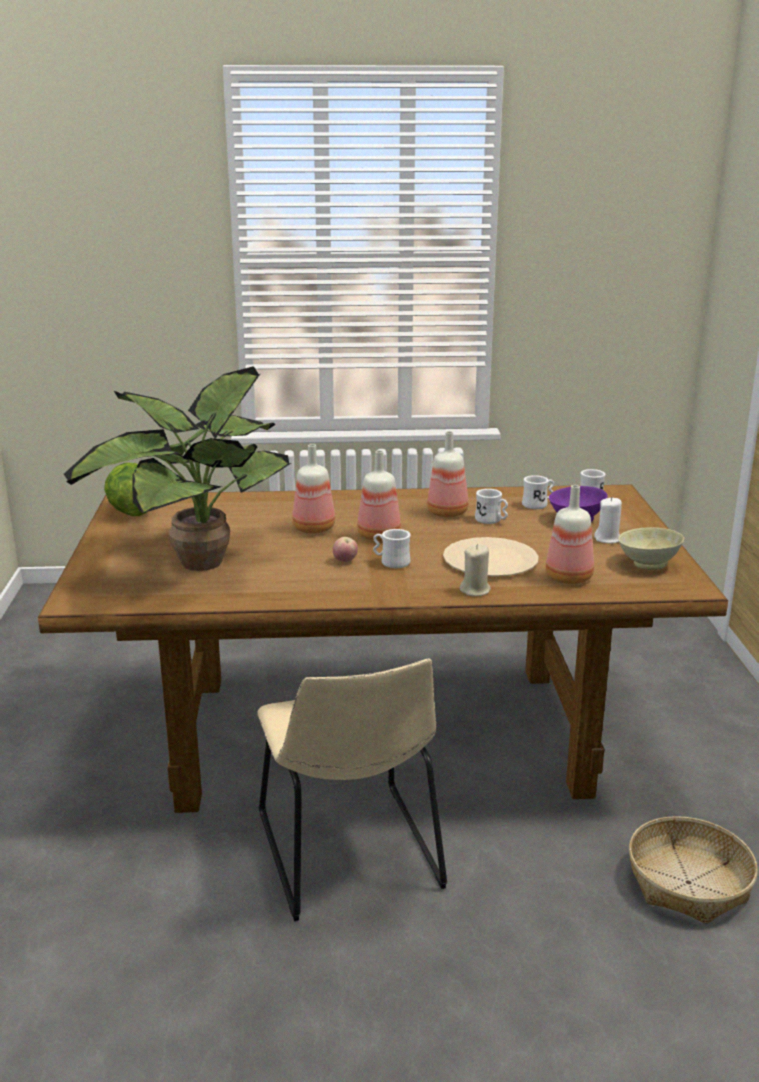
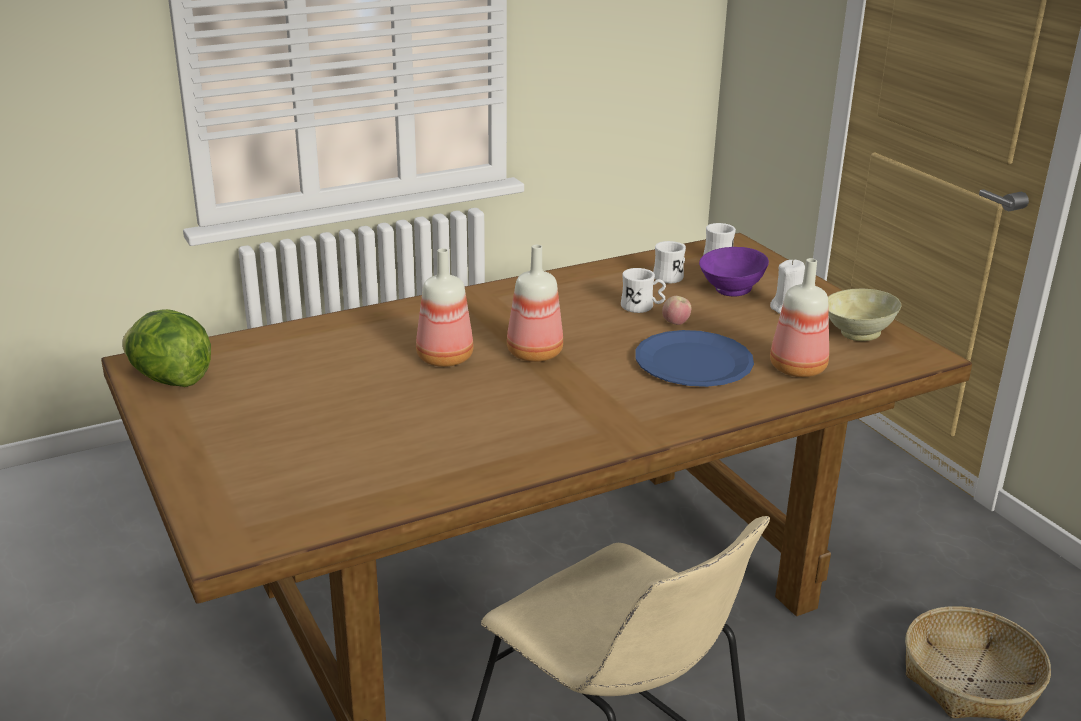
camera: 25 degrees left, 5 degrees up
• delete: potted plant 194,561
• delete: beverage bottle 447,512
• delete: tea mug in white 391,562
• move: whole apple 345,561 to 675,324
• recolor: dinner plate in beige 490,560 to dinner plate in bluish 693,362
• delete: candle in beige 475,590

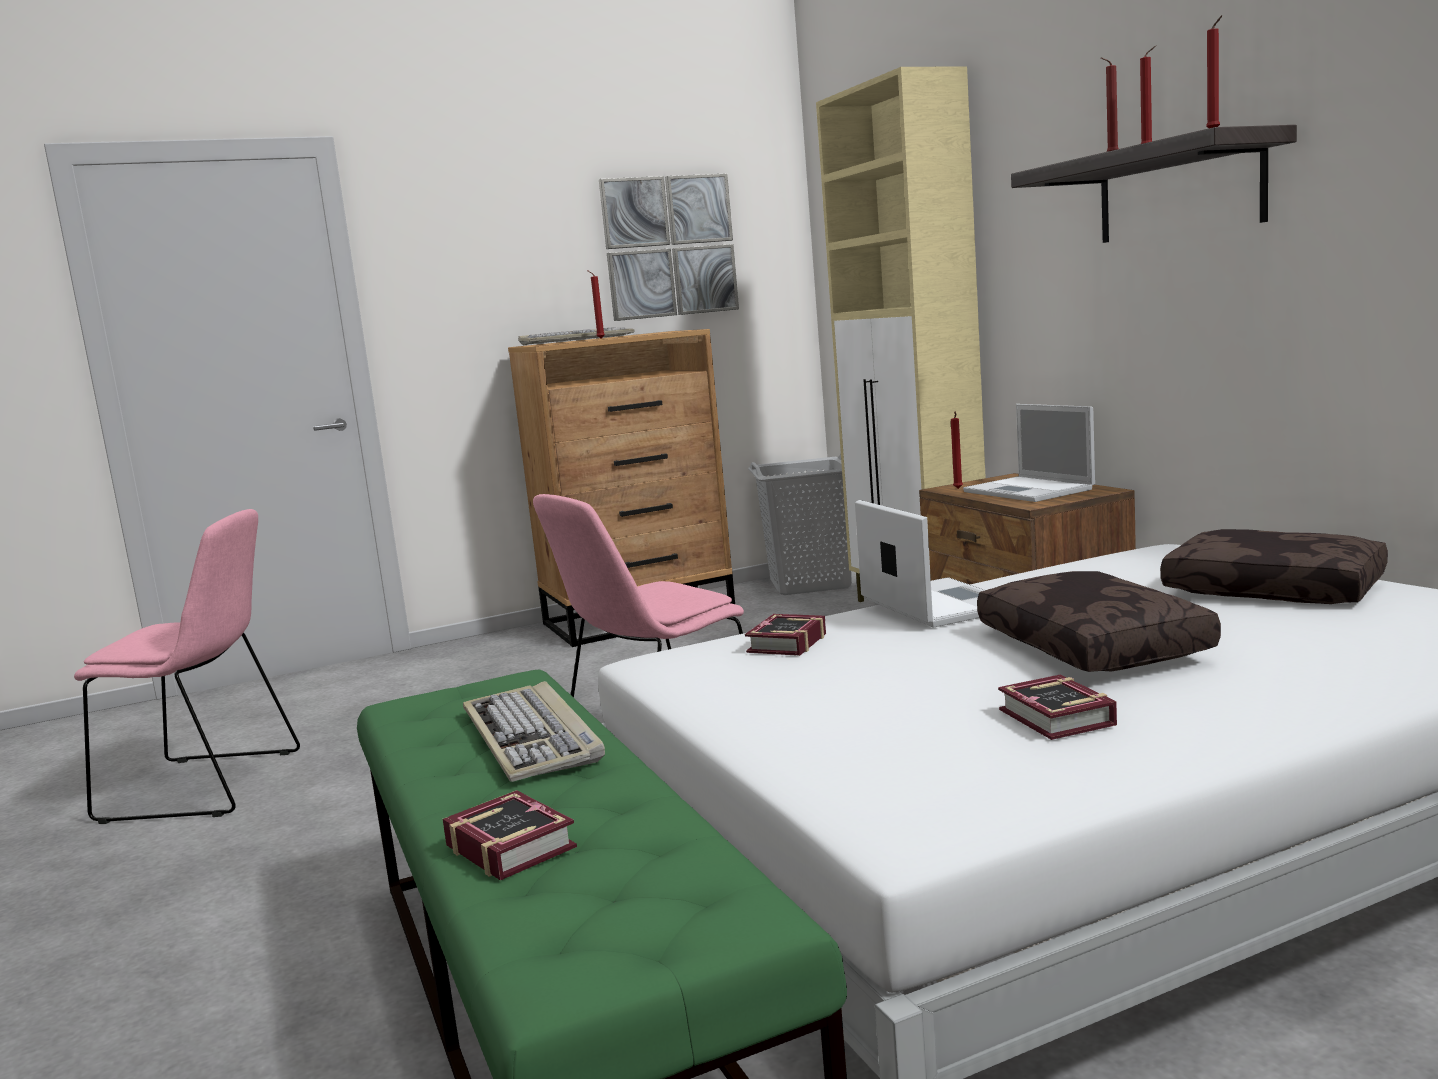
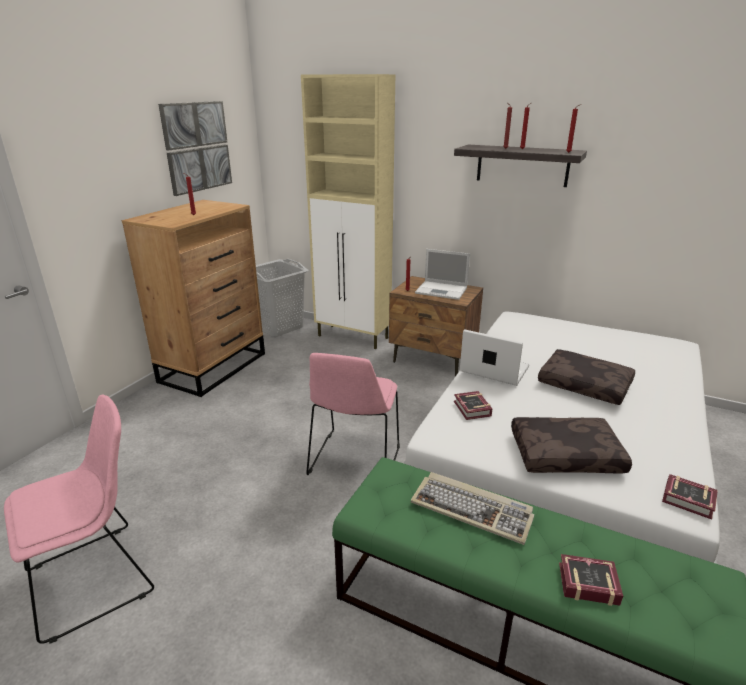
camera: 40 degrees left, 15 degrees up
• delete: PC keyboard 576,340
• move: pillow in brown-coloured 1275,589 to 565,454
• move: volume 1056,719 to 690,502

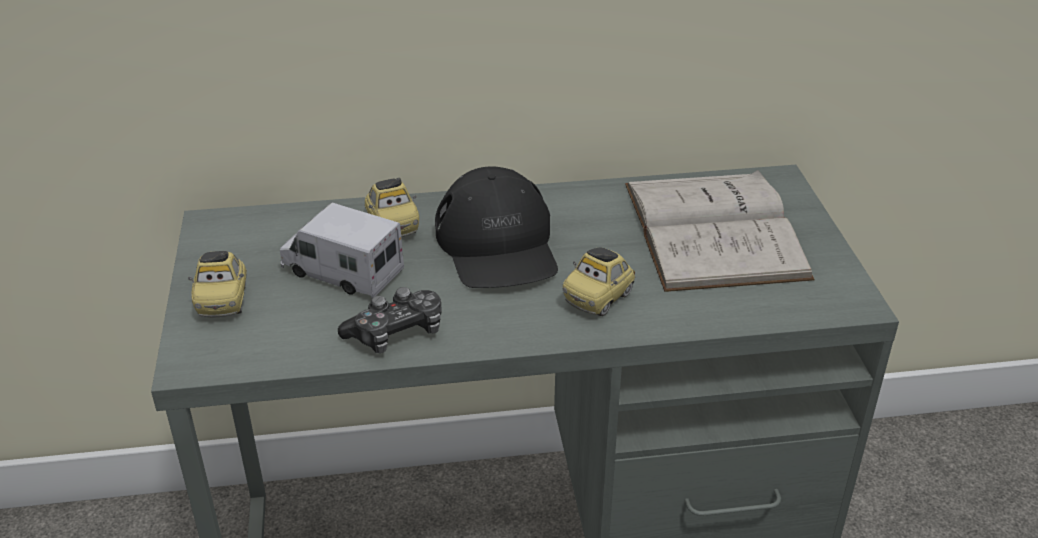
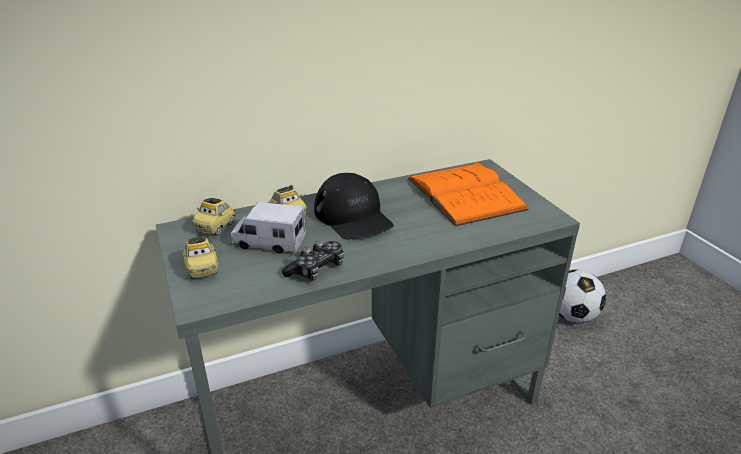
camera: 15 degrees left, 5 degrees down
• recolor: volume in white 714,230 to volume in orangey 465,193
• move: model car 599,298 to 216,227
• insert: football 572,316

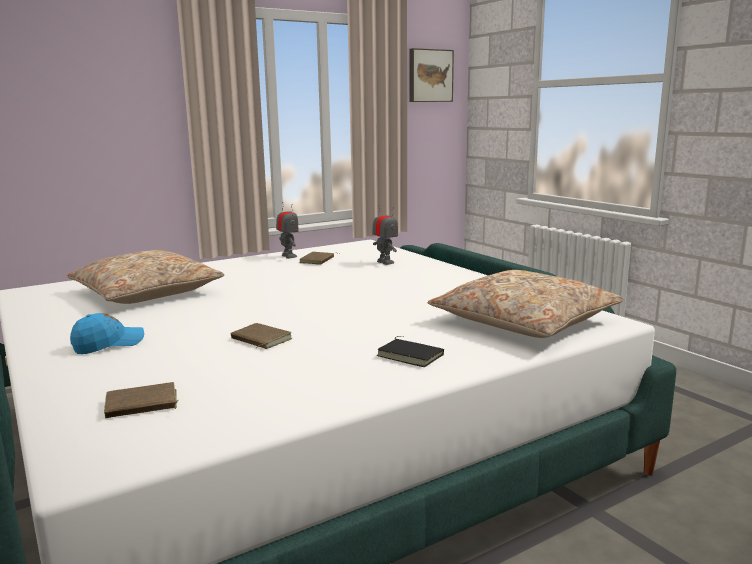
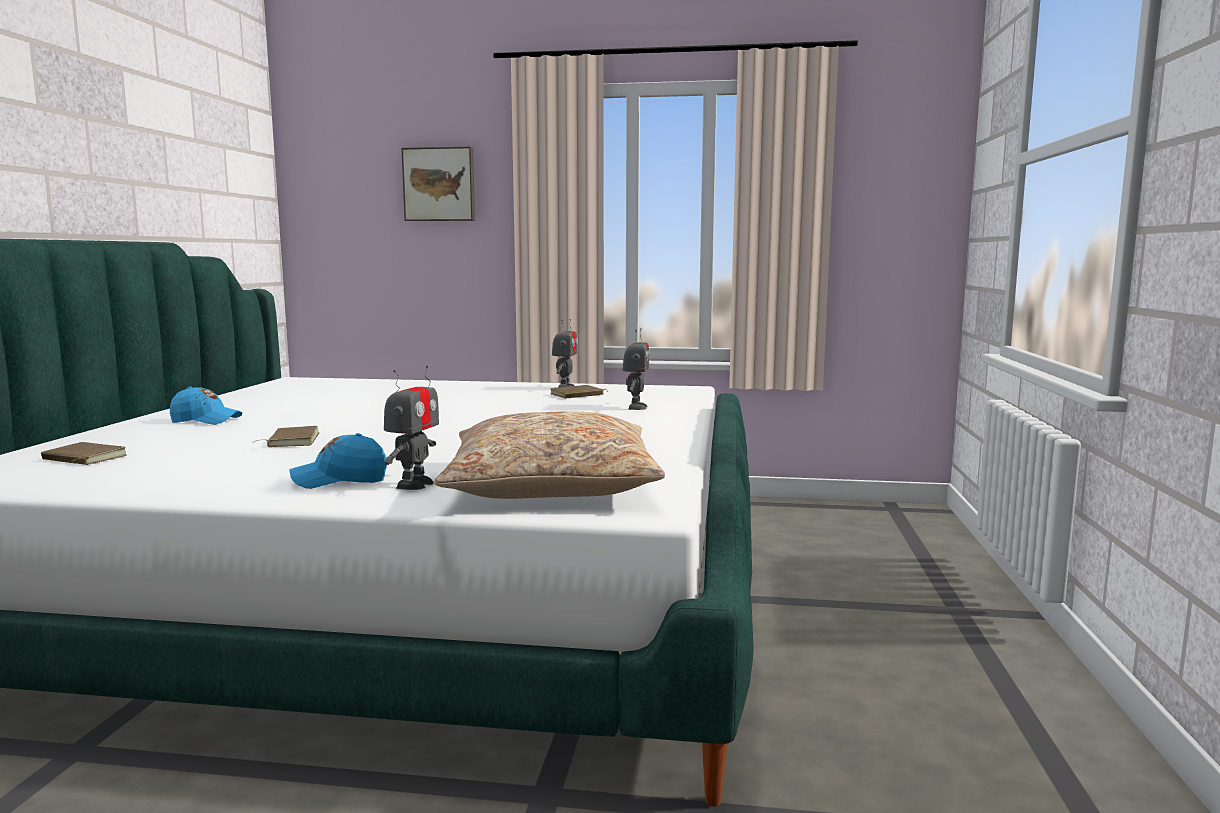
camera: 40 degrees right, 5 degrees down
• move: wall picture 429,76 to 440,184
• delete: pillow in beige 146,293
• replace: volume in black-coloured 411,355 to cap in bluish 339,480
• insert: model robot 414,484

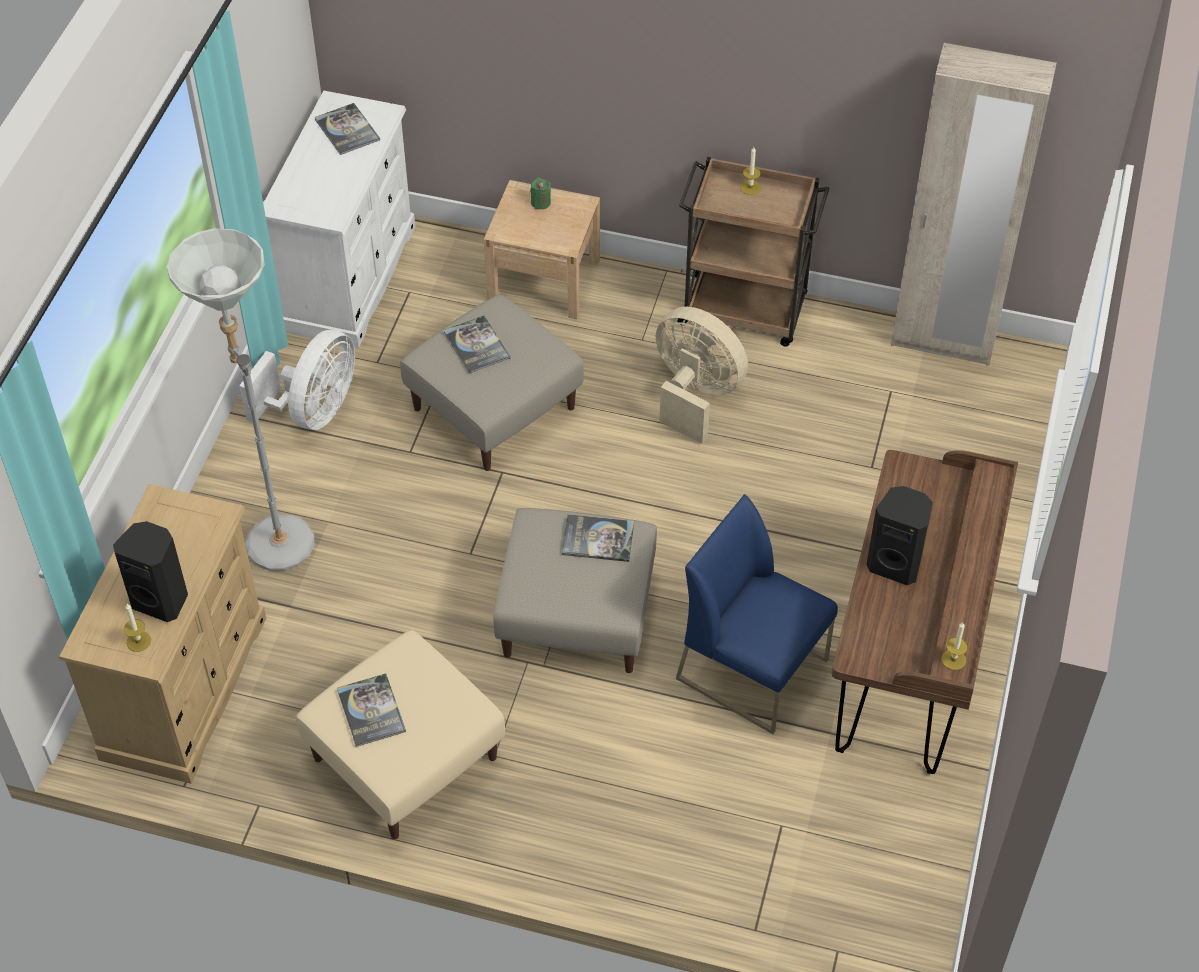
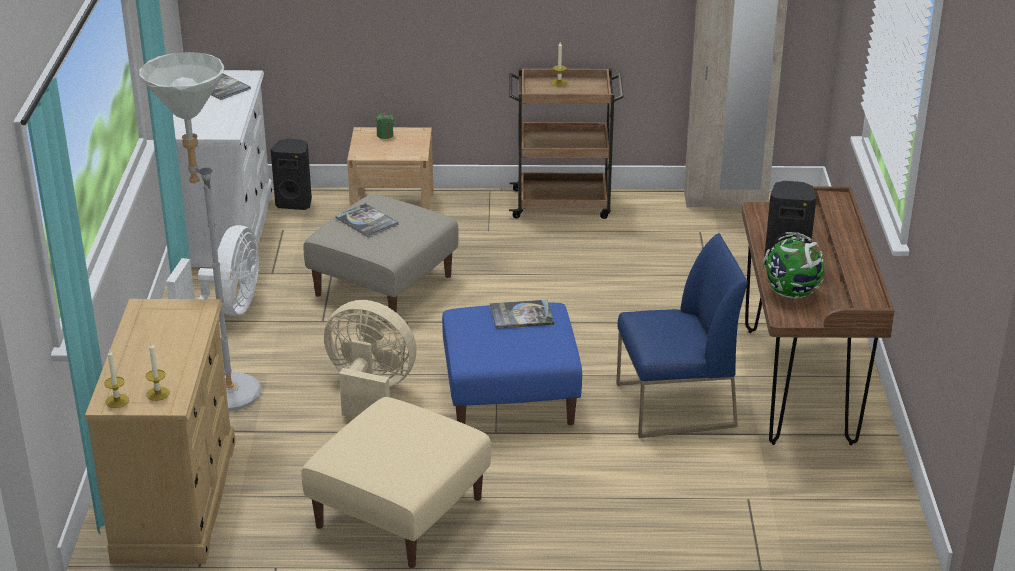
camera: 15 degrees left, 20 degrees down
• move: fan in beige 695,394 to 370,392
• rotate: upright chair in bluish 754,669 = 675,405 150 degrees clockwise
• recolor: pouffe in beige 575,616 to pouffe in bluish 509,397
• move: loudspeaker in black-coloured 161,600 to 295,203
• move: candle 953,659 to 117,401
• delete: volume 371,711
• insert: desk globe 791,293

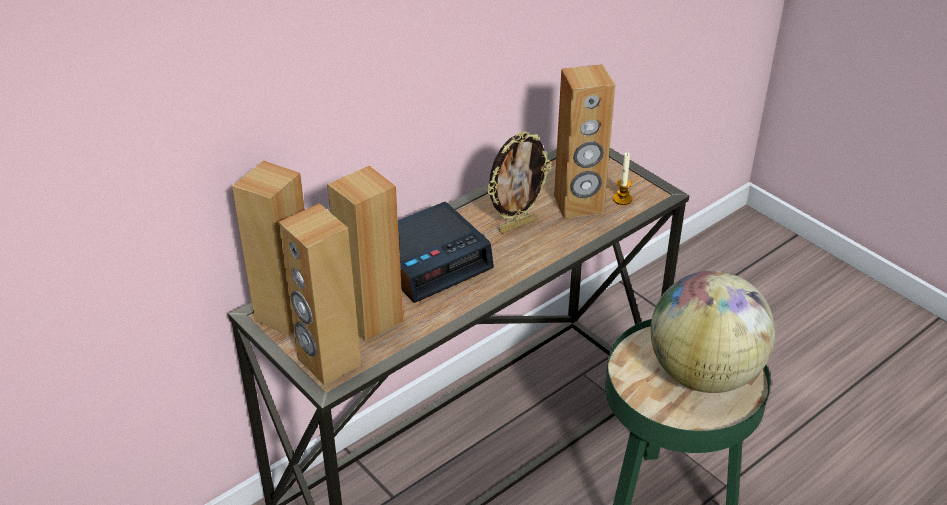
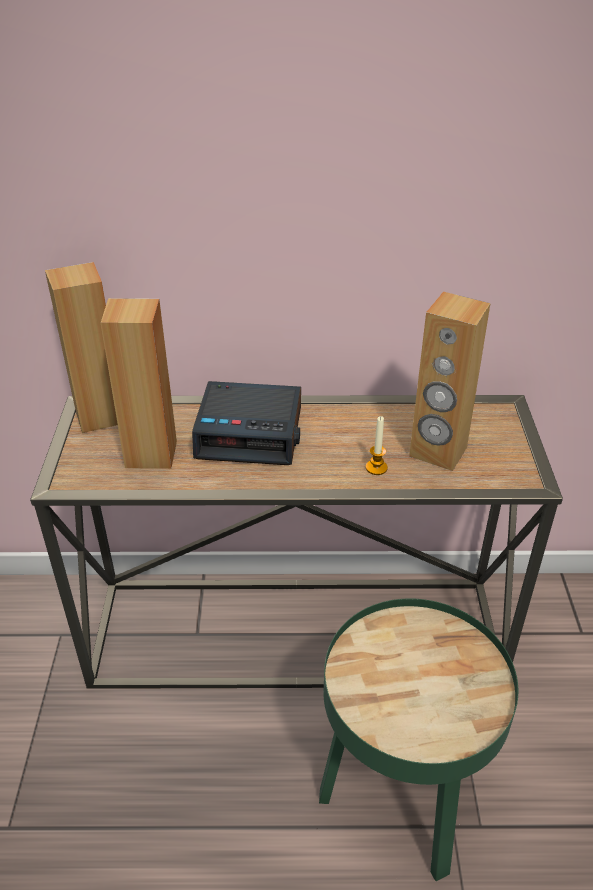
camera: 40 degrees right, 0 degrees up
• delete: standing frame 516,225
• move: candle 622,199 to 376,468
• delete: loudspeaker in brown-coloured 328,362
• delete: desk globe 704,373

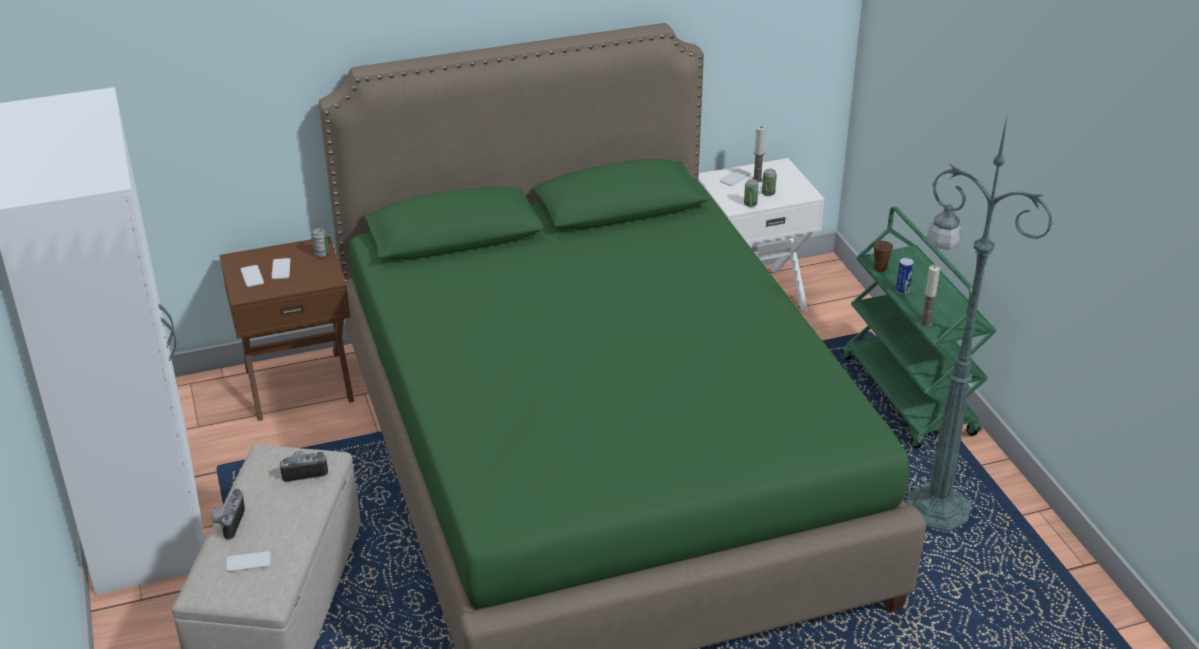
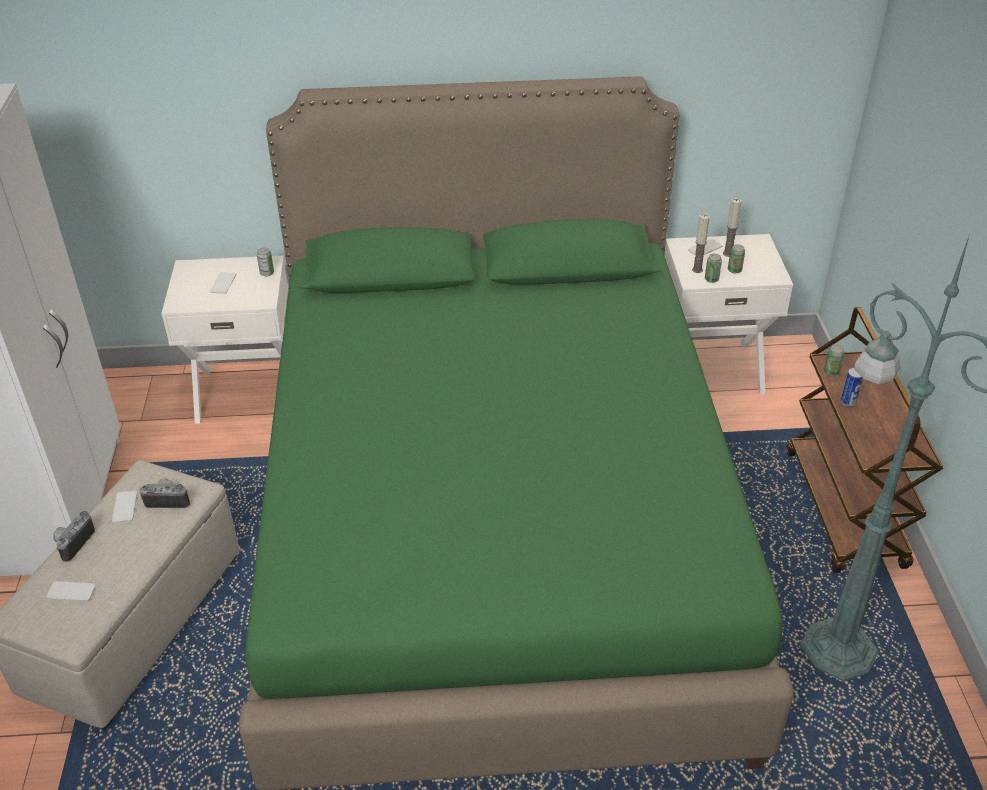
camera: 15 degrees right, 5 degrees up
• recolor: trolley in green-coloured 909,397 to trolley in brown-coloured 845,509
• recolor: nightstand in brown-coloured 298,383 to nightstand in white 246,391
• replace: drinking cup in brown-coloured 880,268 to can 831,372
• move: phone 252,276 to 125,507
• move: candle 926,323 to 697,269

